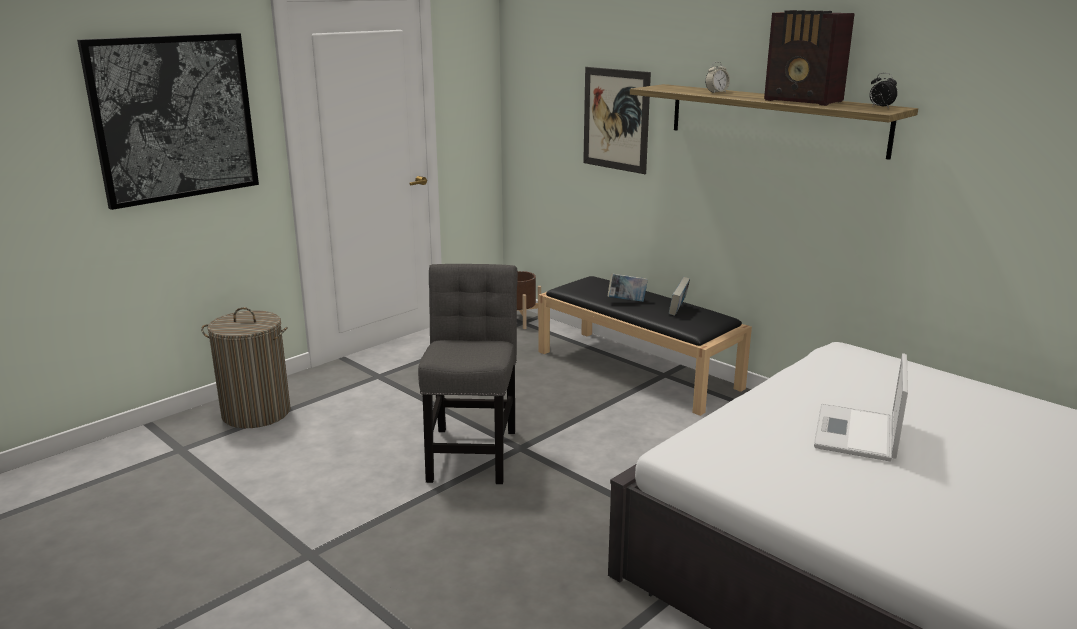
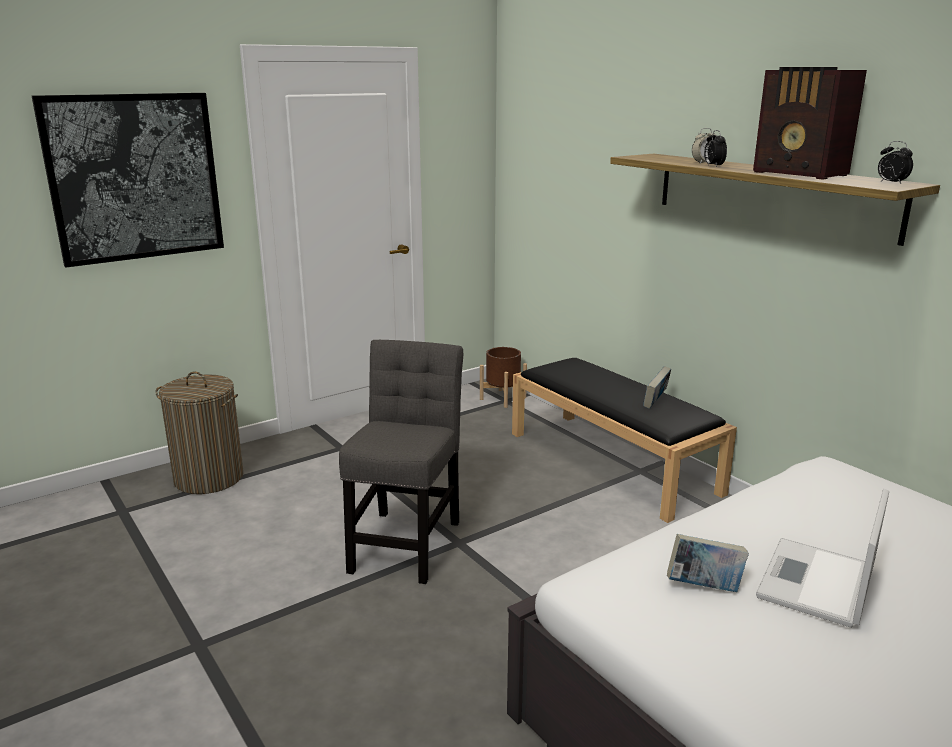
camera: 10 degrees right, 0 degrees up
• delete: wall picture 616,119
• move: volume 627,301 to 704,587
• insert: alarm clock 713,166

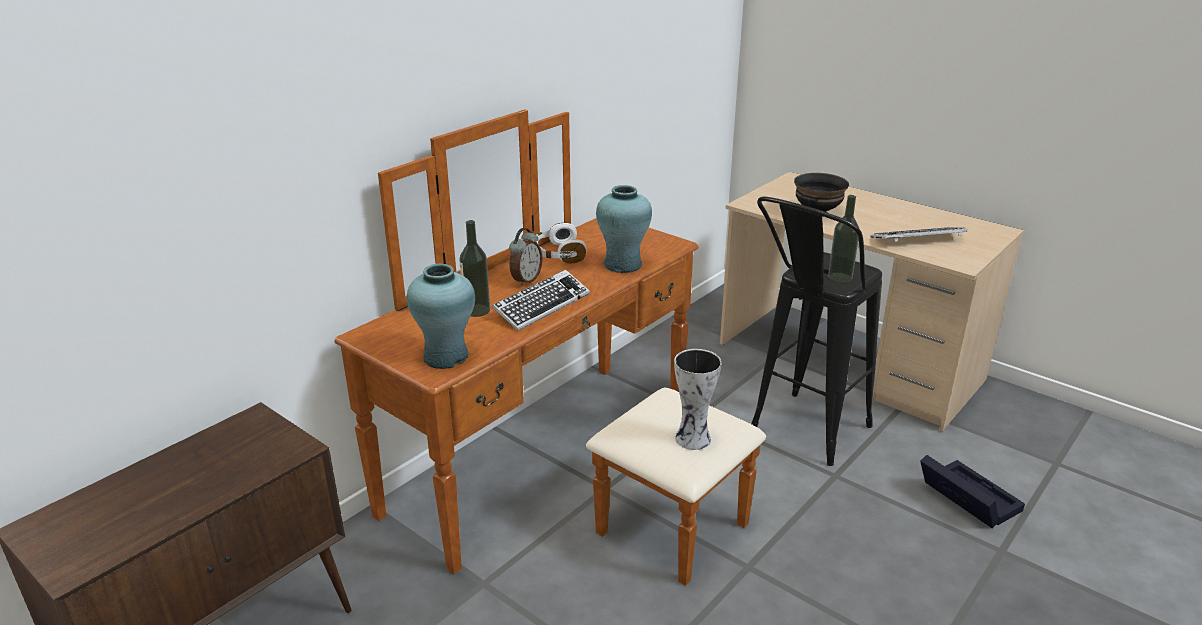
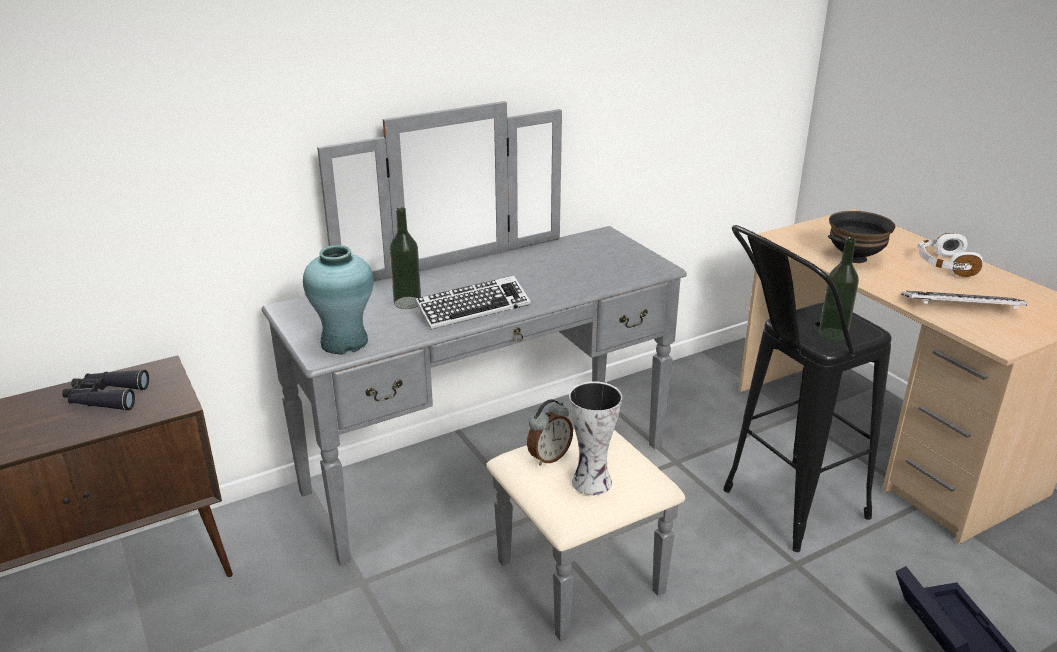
camera: 20 degrees right, 0 degrees up
• recolor: dresser in brown-coloured 570,470 to dresser in grey 507,490
• delete: decorative vase in turquoise 622,264
• move: pair of headphones in white 557,254 to 944,265
• move: alarm clock 525,280 to 548,457
• insert: field glasses in black-coloured 105,398

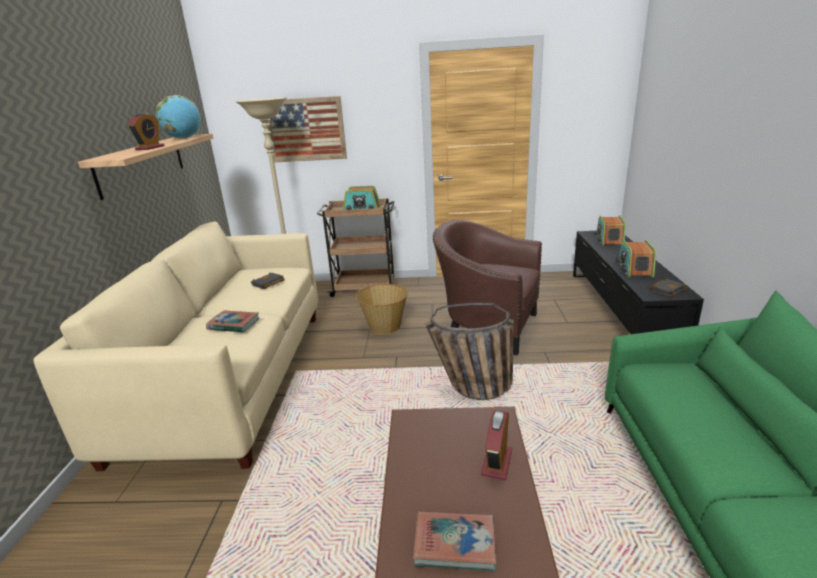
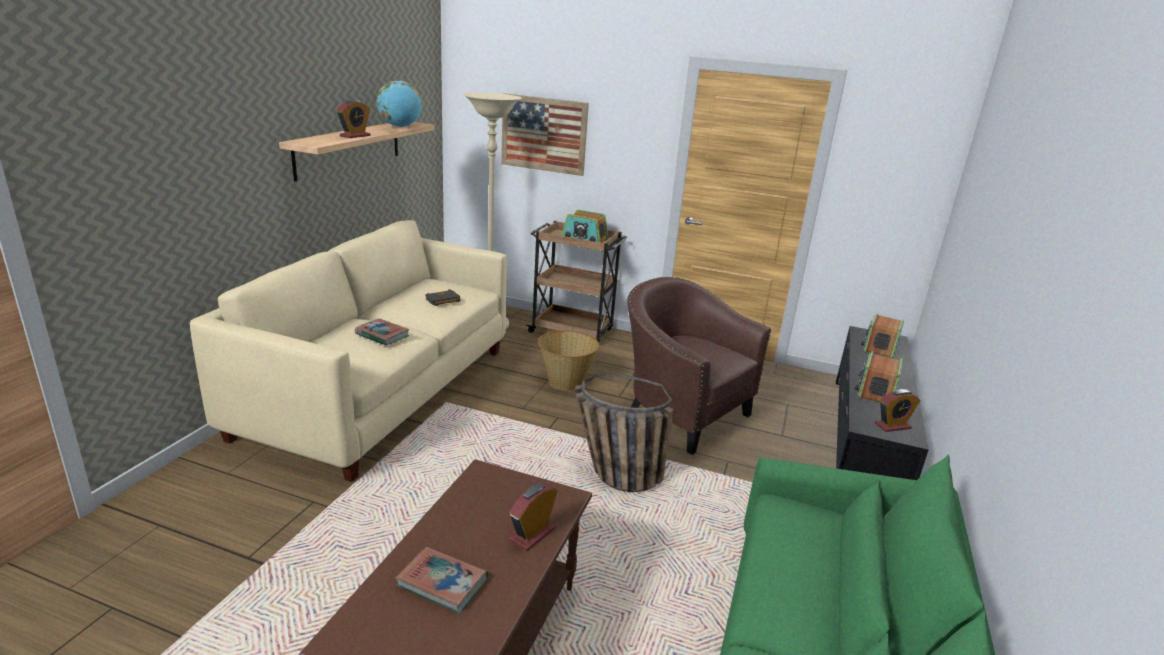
camera: 15 degrees right, 0 degrees up
• replace: volume in black-coloured 667,289 to alarm clock 892,426

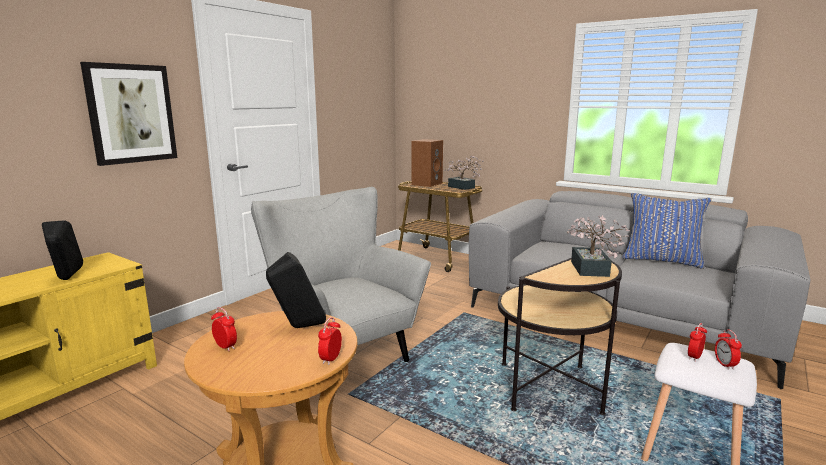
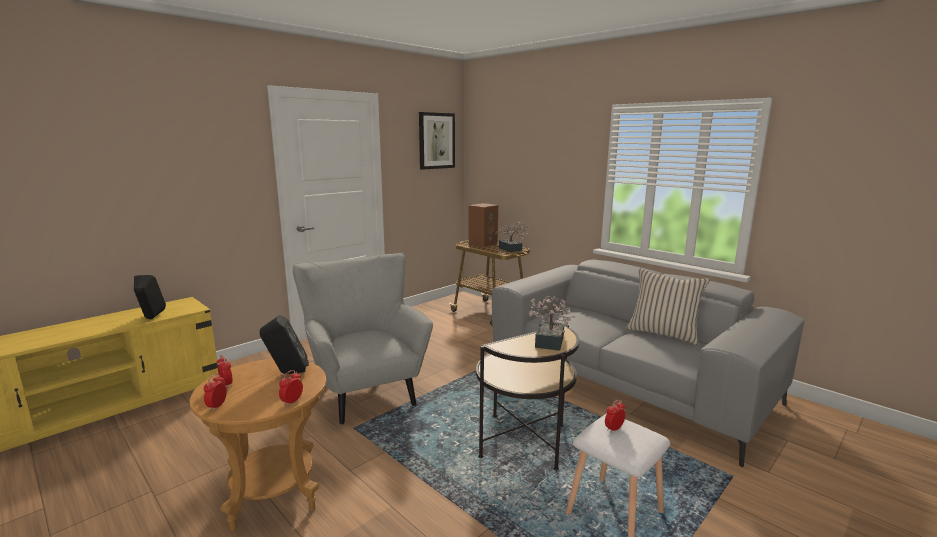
camera: 10 degrees right, 0 degrees up
• move: wall picture 131,113 to 436,141
• recolor: pillow in bluish 661,260 to pillow in beige 663,333
• move: alarm clock 725,365 to 217,406

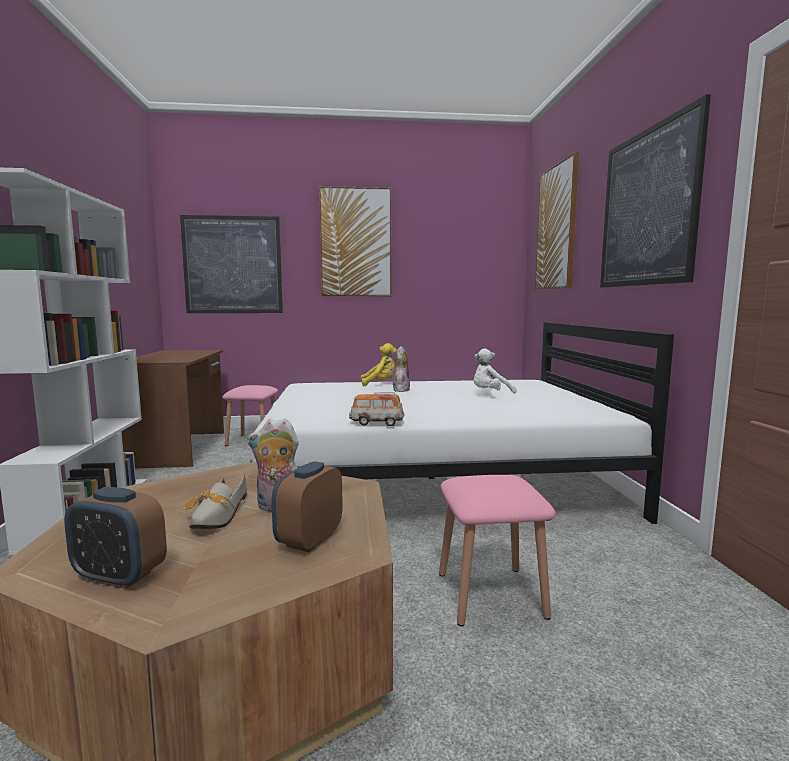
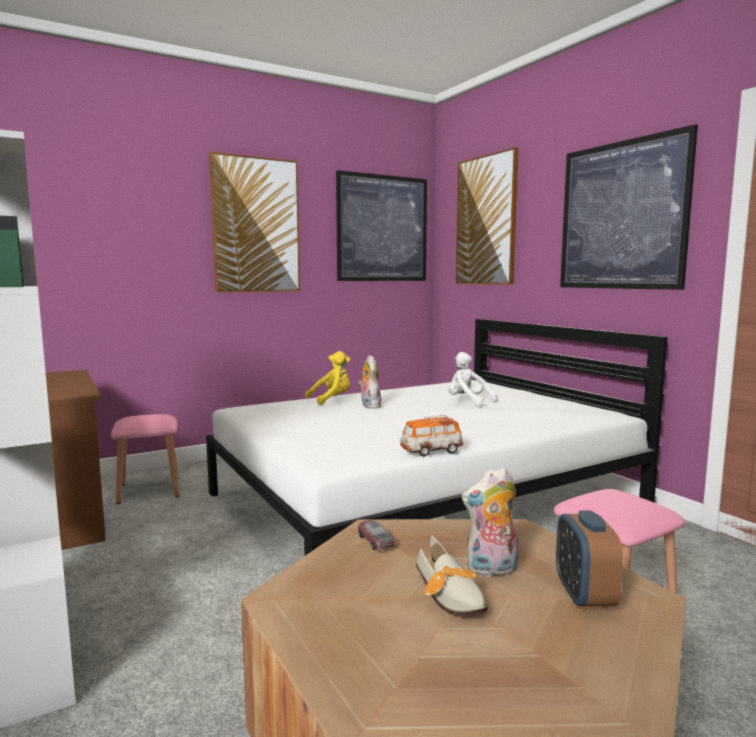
camera: 25 degrees left, 0 degrees up
• move: wall picture 233,265 to 382,228
• rotate: soft toy in white 490,394 = 468,401 90 degrees clockwise
• delete: alarm clock 119,576
• insert: model car 376,540

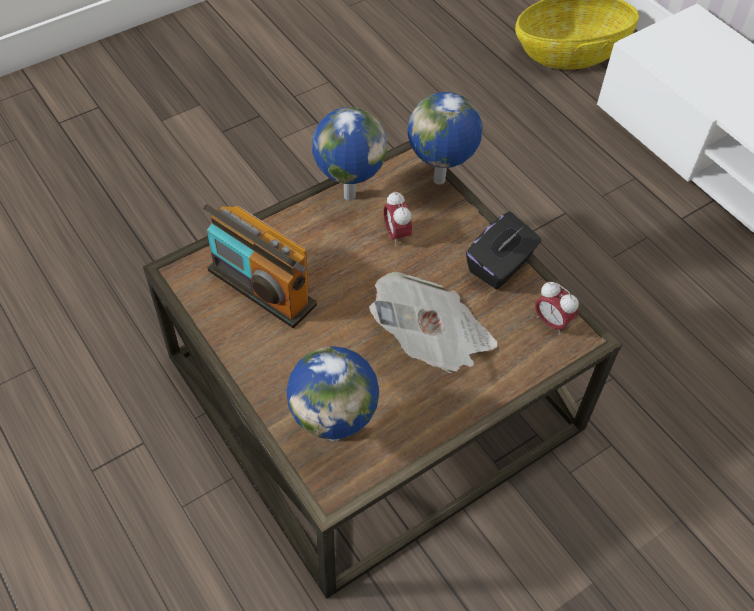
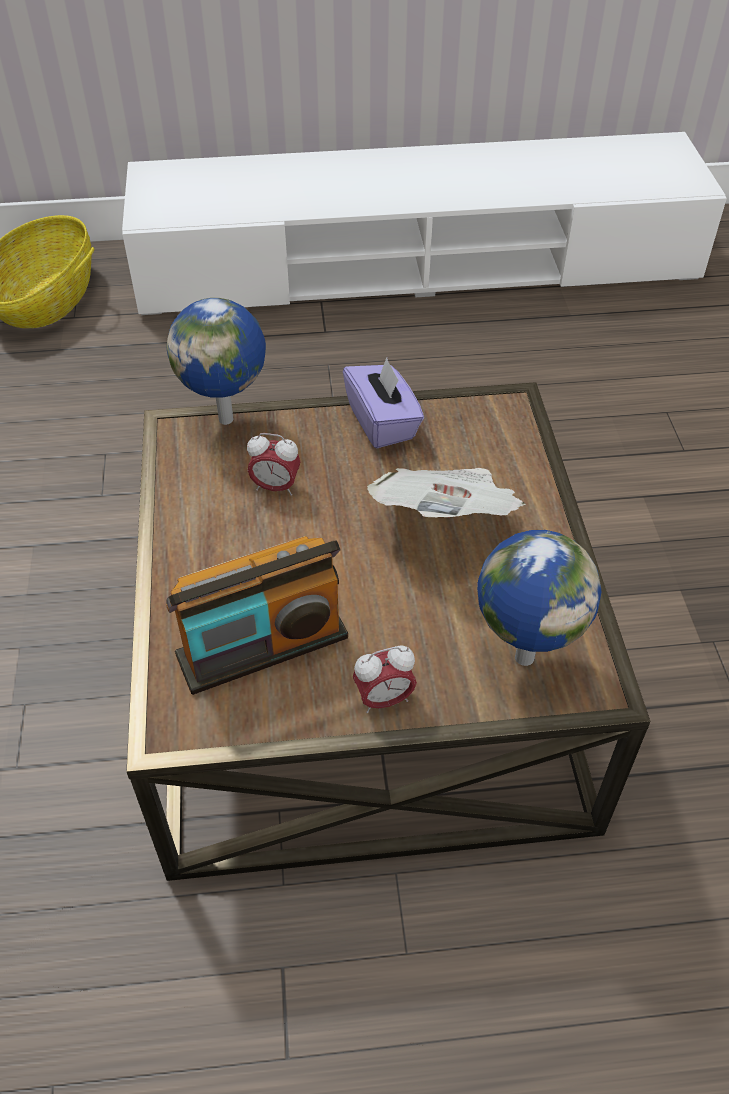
camera: 60 degrees left, 5 degrees down
• delete: desk globe 348,195
• recolor: tissue holder in black-coloured 500,265 to tissue holder in purplish 382,423
• move: alarm clock 551,322 to 384,699

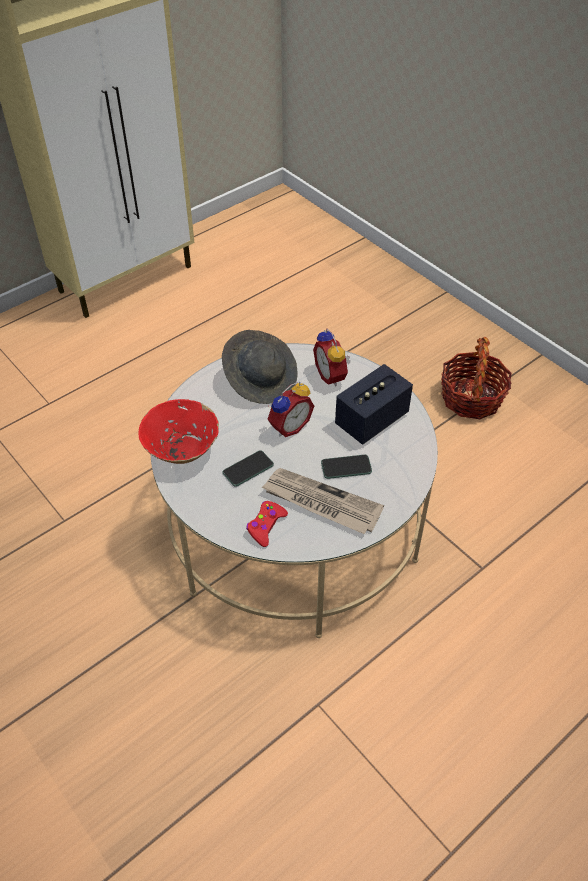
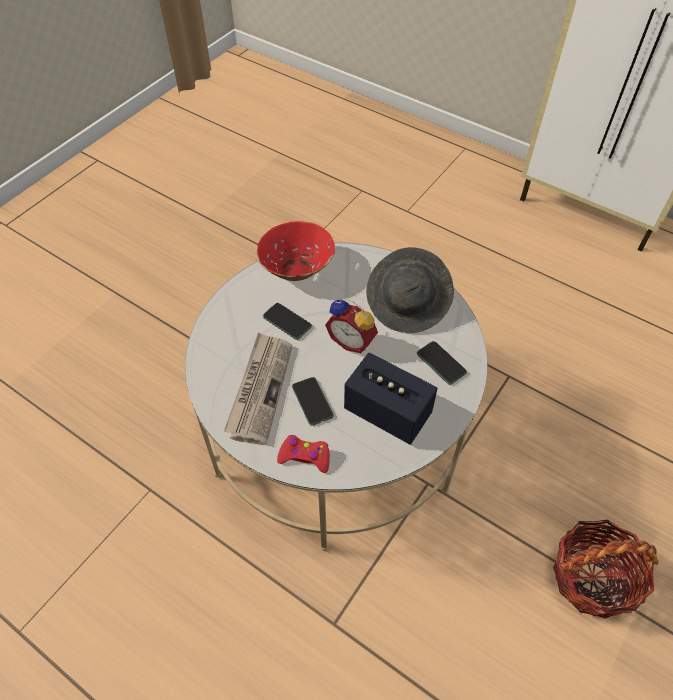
camera: 75 degrees right, 5 degrees up
• replace: alarm clock 332,375 to phone 441,363
• move: joypad in red 266,526 to 305,456

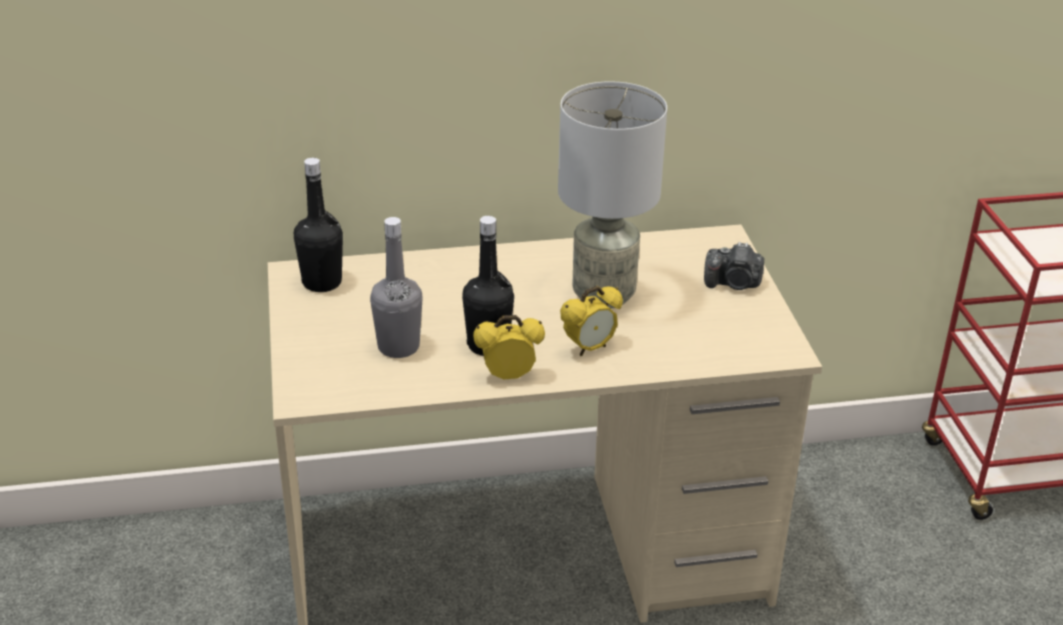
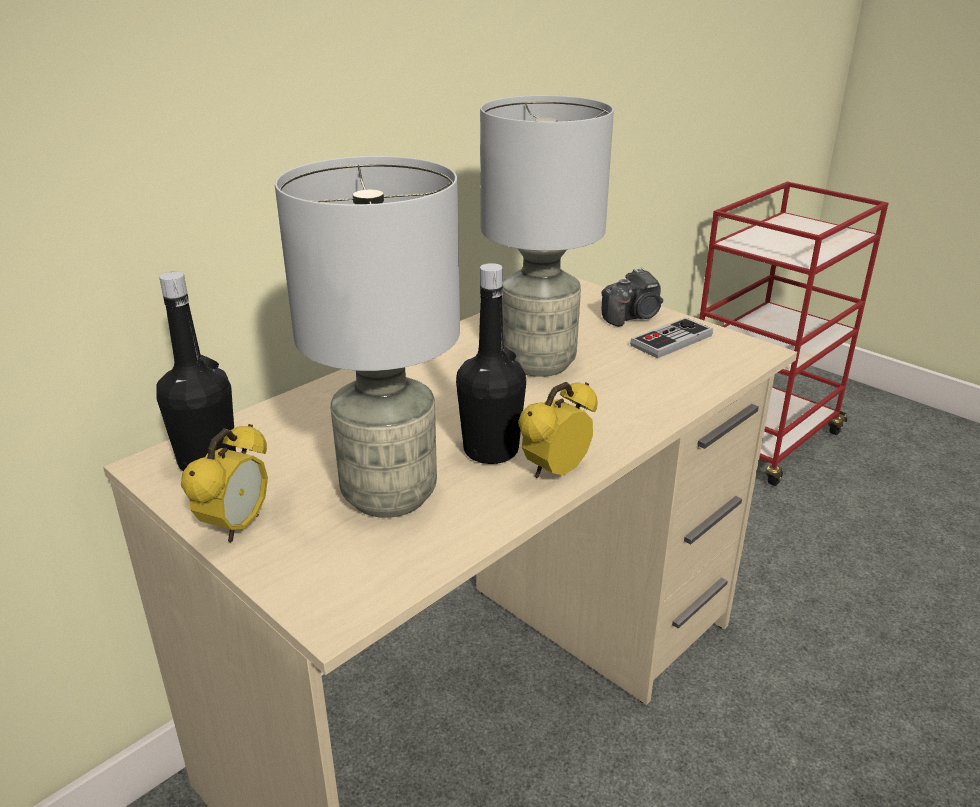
camera: 35 degrees left, 5 degrees down
• replace: beverage bottle in grey 398,347 to lamp for a table in grey 391,493
• move: alarm clock 589,348 to 237,527
• insert: joypad 671,340

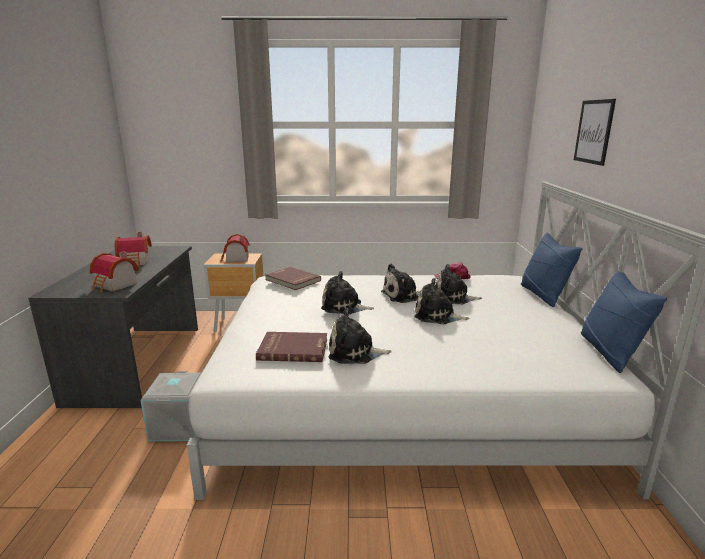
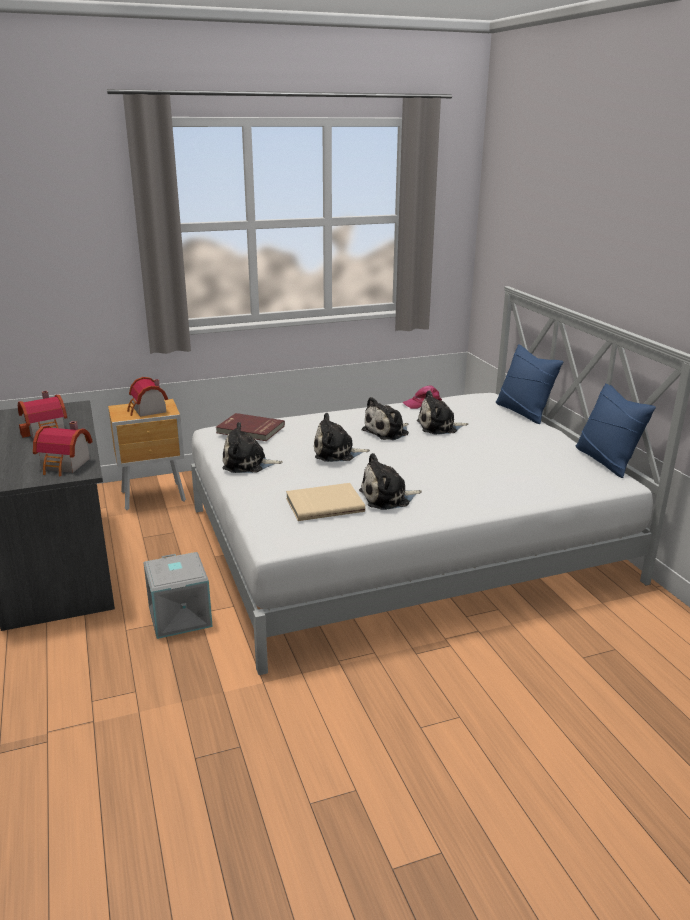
camera: 20 degrees left, 5 degrees up
• delete: wall picture 594,131
• move: soft toy 437,316 to 248,464
• recolor: volume in red 293,349 to volume in beige 324,504

